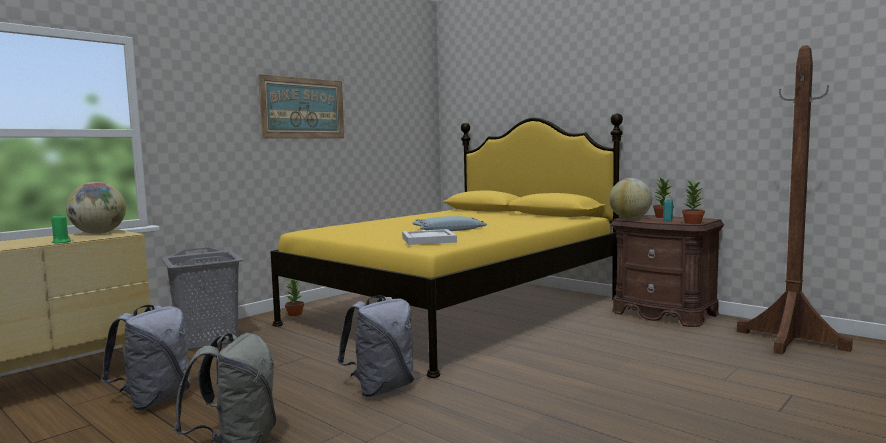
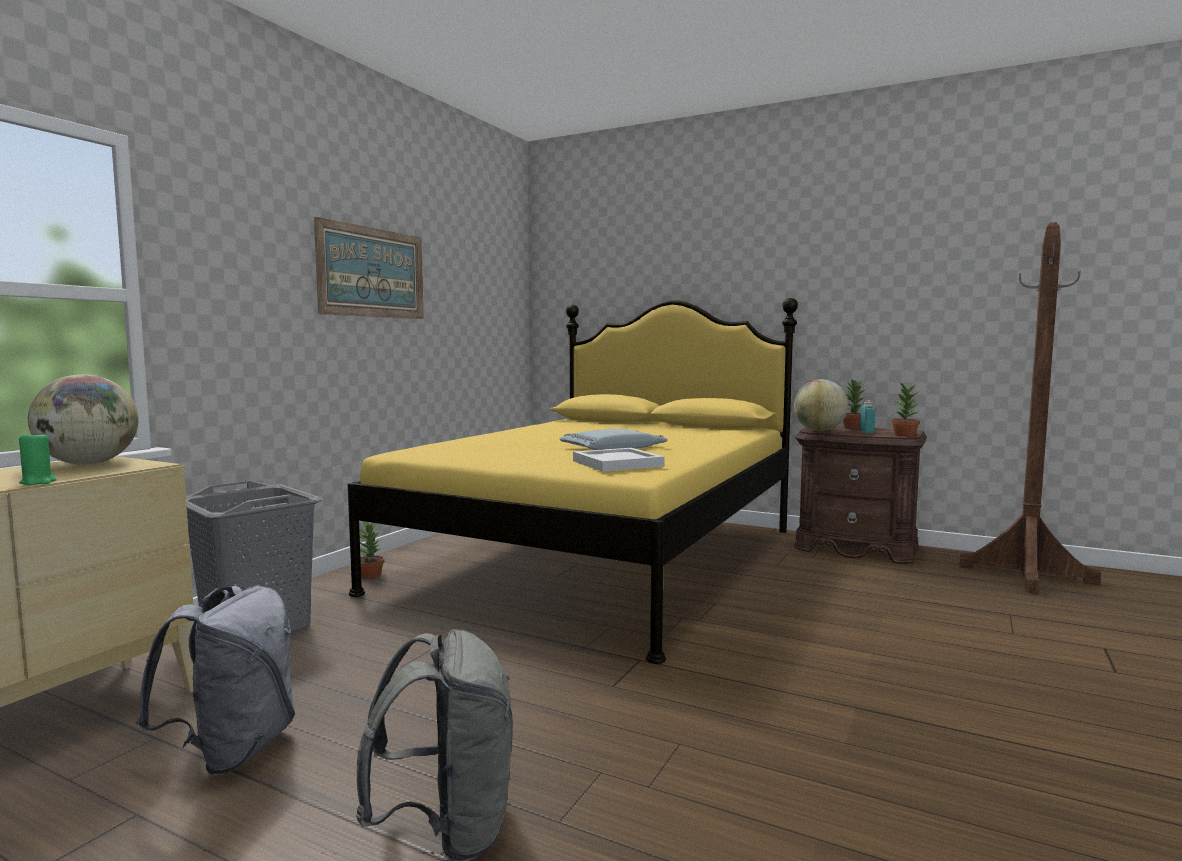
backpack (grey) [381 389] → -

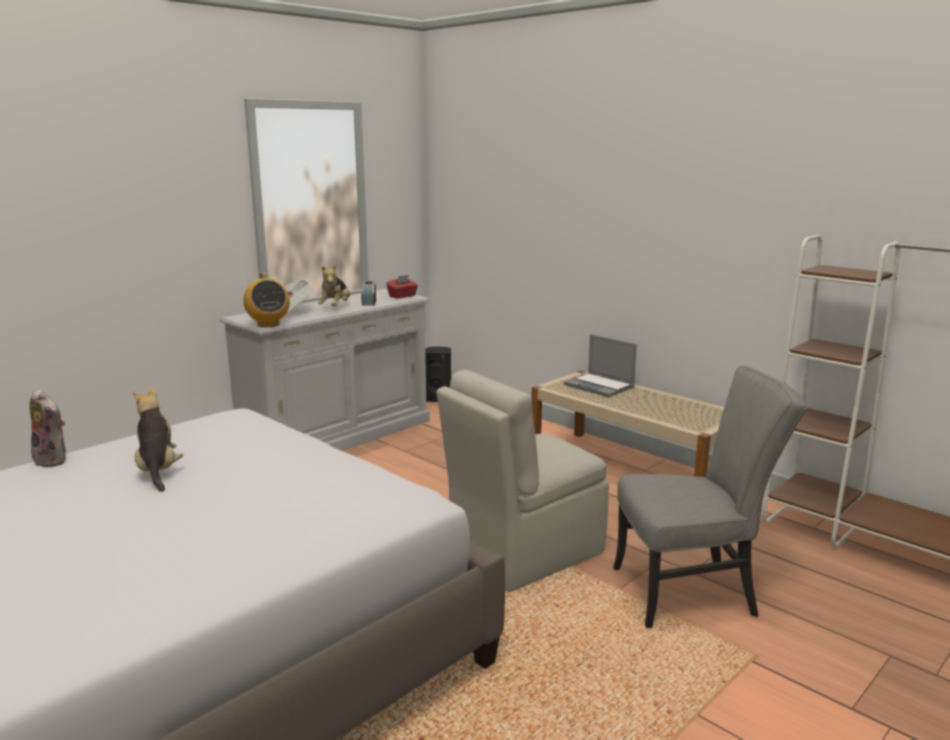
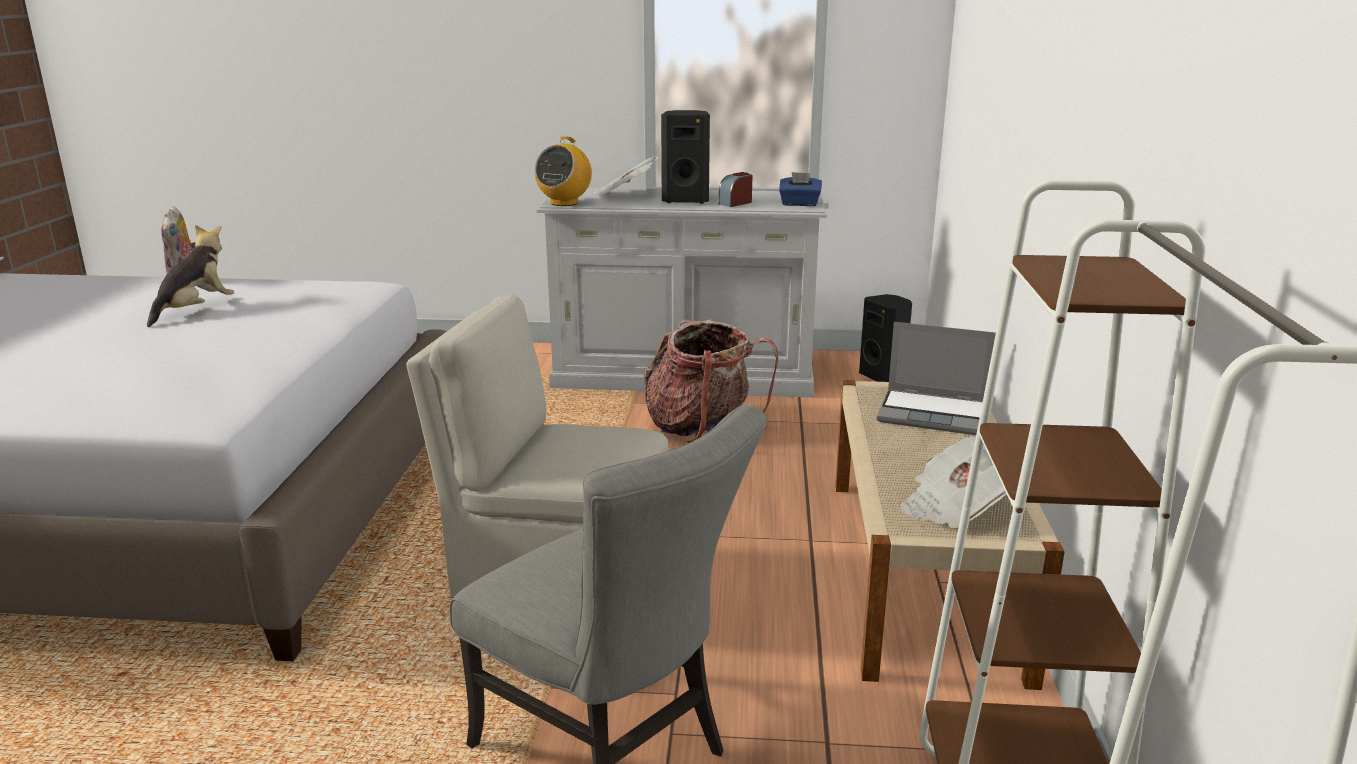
plush toy [336 307] → speaker (black) [686 200]
tissue box (red) [402 296] → tissue box (blue) [799 204]
laptop [600 386] → laptop [934 414], 75 degrees counterclockwise
- → backpack [702 427]
- → newspaper [956 507]

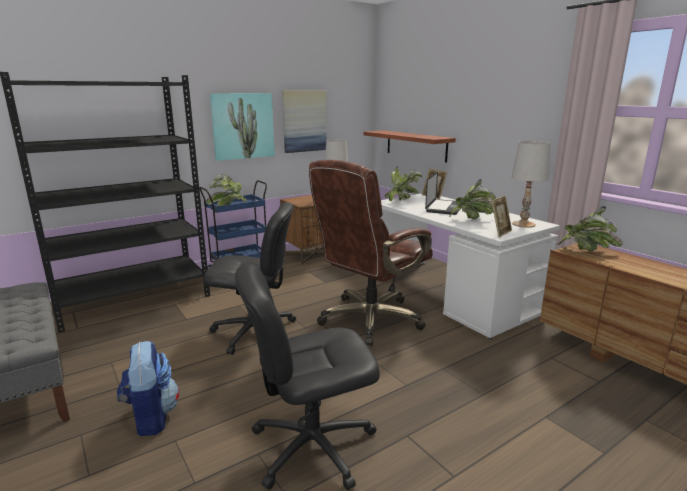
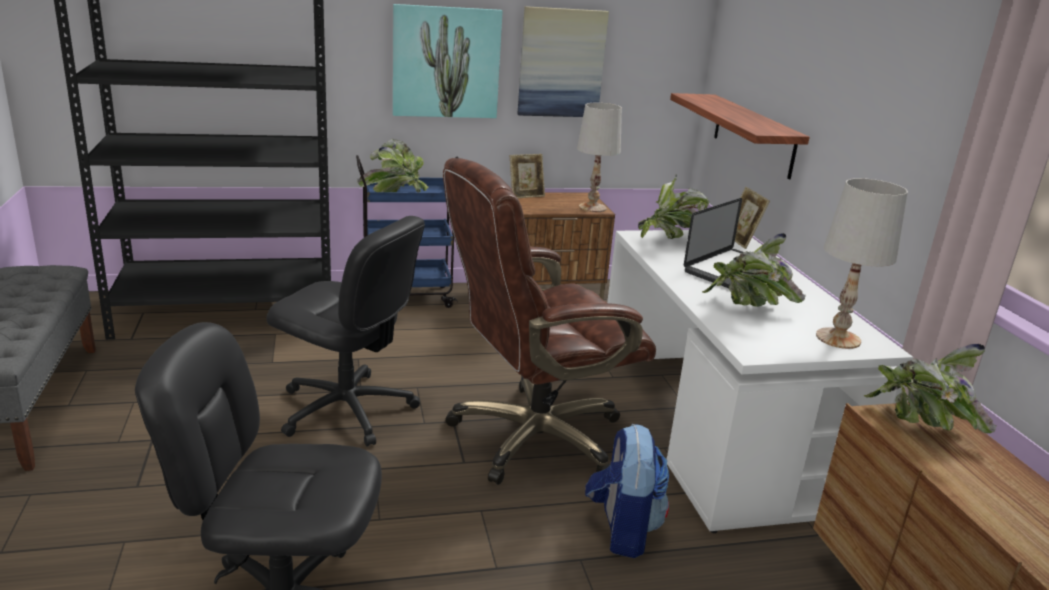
backpack [151 417] → backpack [622 530], relocated
picture frame [500 233] → picture frame [526 195], relocated

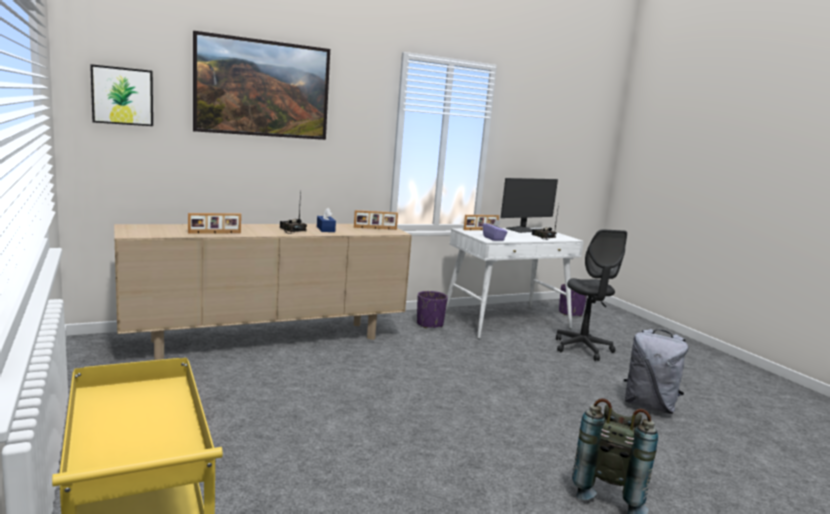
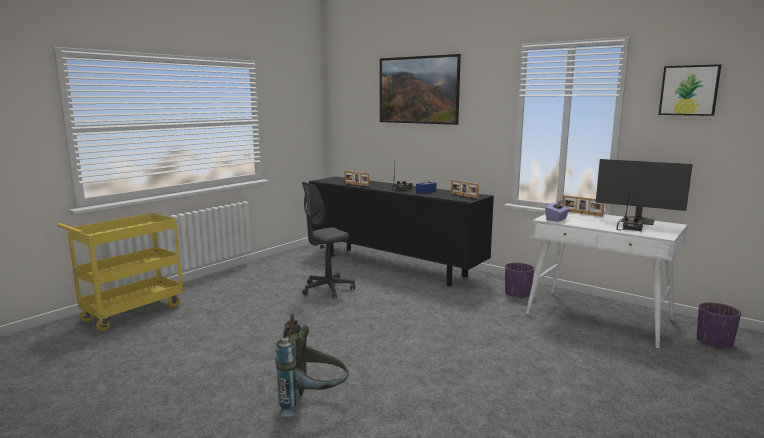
picture [122 96] → picture [689 90], relocated
cabinet (beige) [268 339] → cabinet (black) [394 265]
office chair (grey) [582 348] → office chair (grey) [327 289], relocated
backpack (grey) [649 406] → -

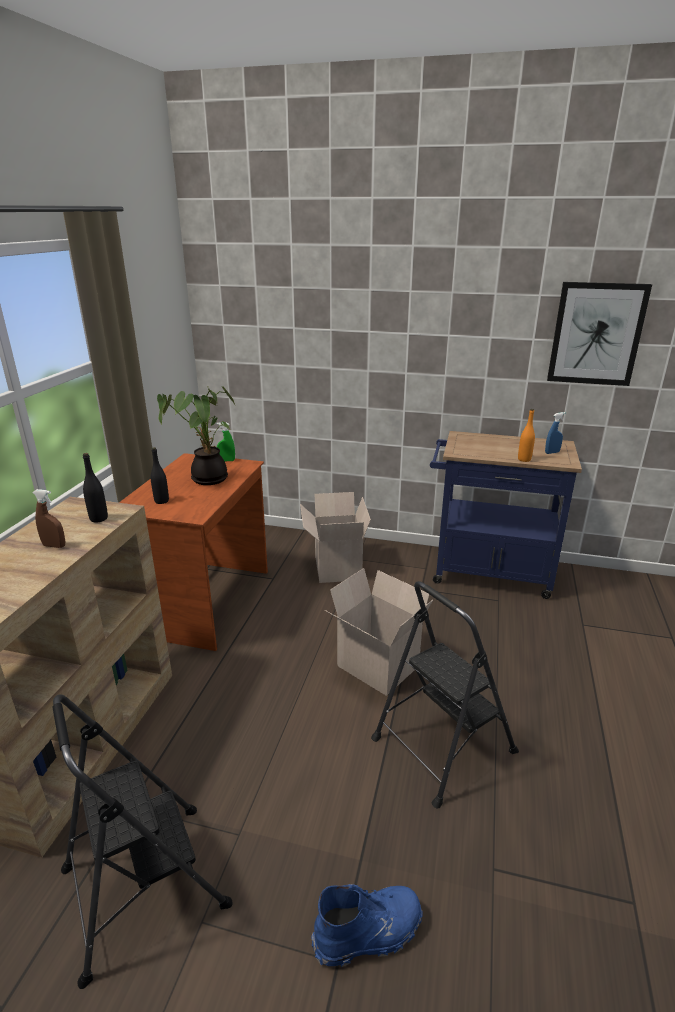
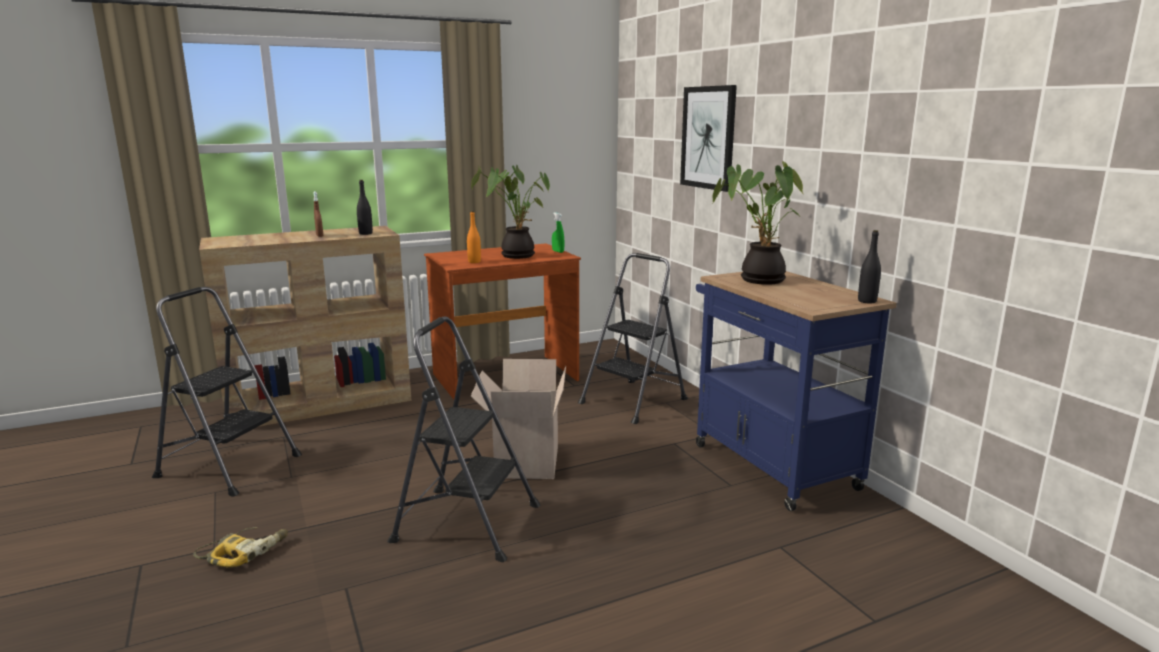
bottle (black) [161 501] → bottle (black) [867 301], relocated
cardboard box [335 567] → step ladder (black) [635 399]
boot (blue) [369 933] → power drill [244 552]
bottle (orange) [524 459] → bottle (orange) [474 262], relocated
spray bottle (blue) [552 452] → -
picture [596 334] → picture [708 138], relocated
- → potted plant [758 280]

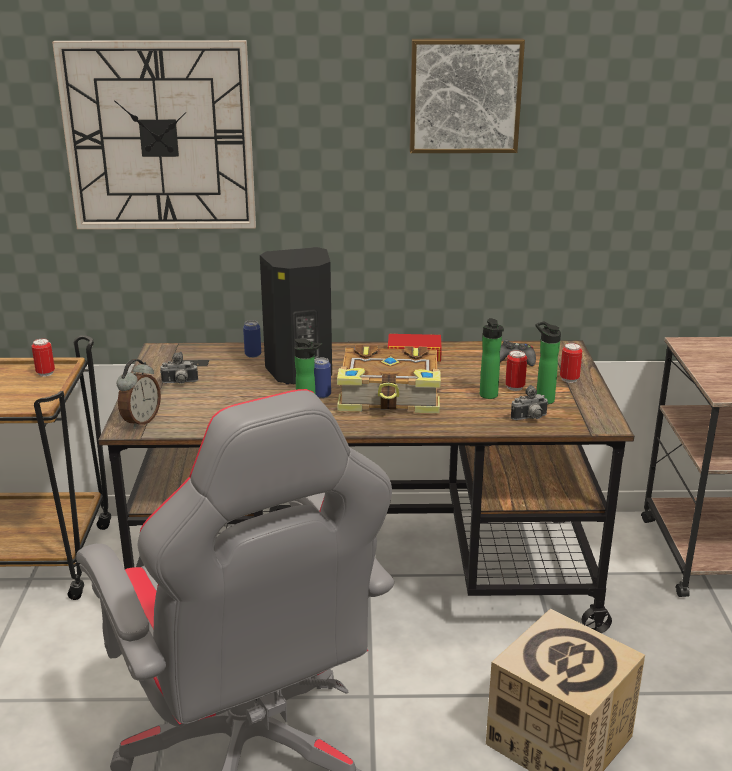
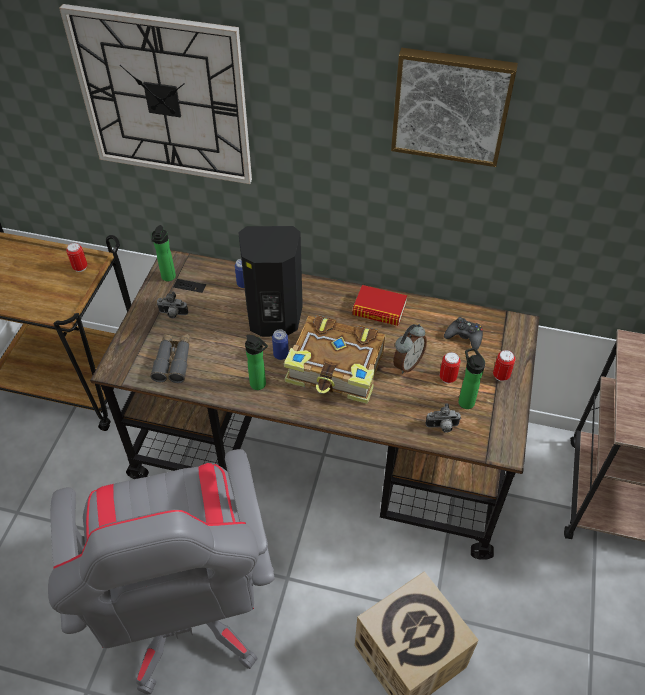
alarm clock [140 421] → alarm clock [407 363], relocated
bottle [489 396] → bottle [168 278], relocated
- → binoculars (grey) [173 361]

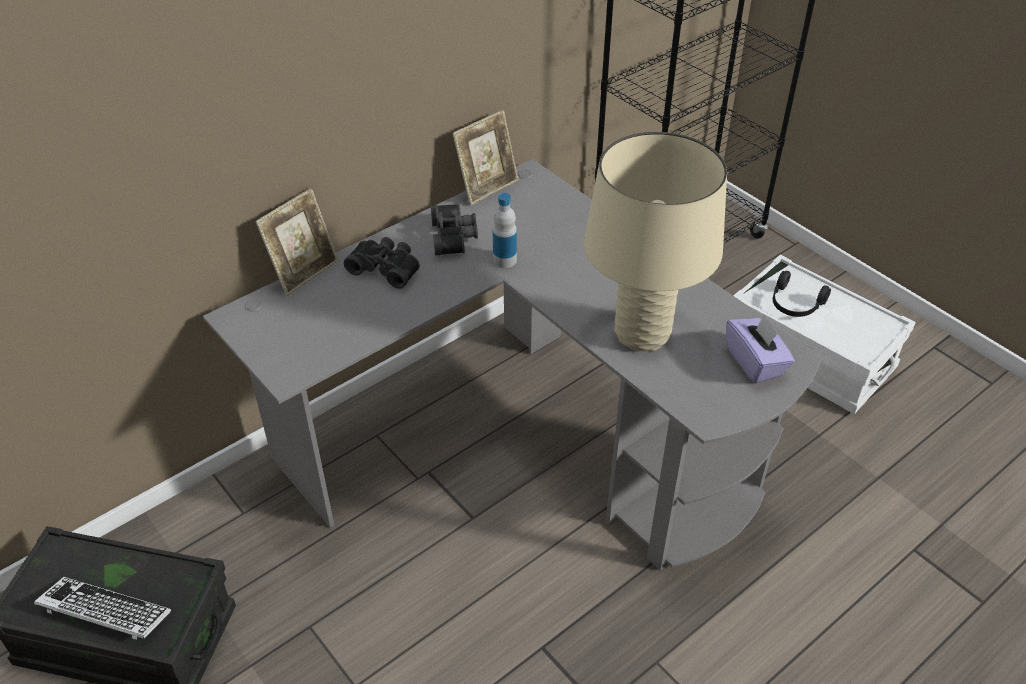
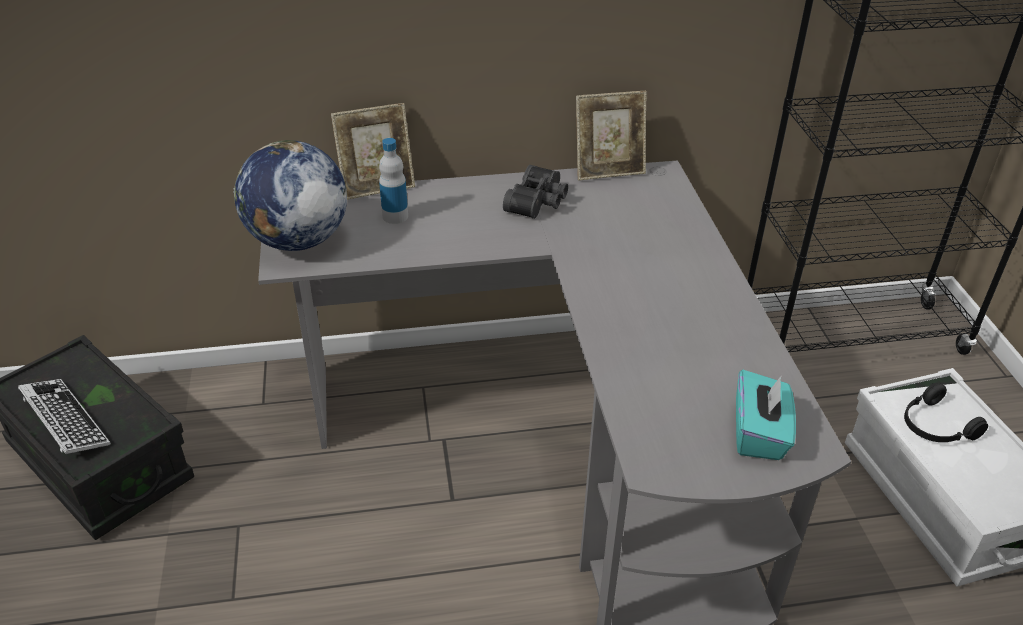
binoculars (black) [386 268] → -
bottle [504 260] → bottle [395 216], relocated
table lamp (beige) [641 334] → -
tissue box (purple) [755 362] → tissue box (turquoise) [759 434]
- → globe [297 241]

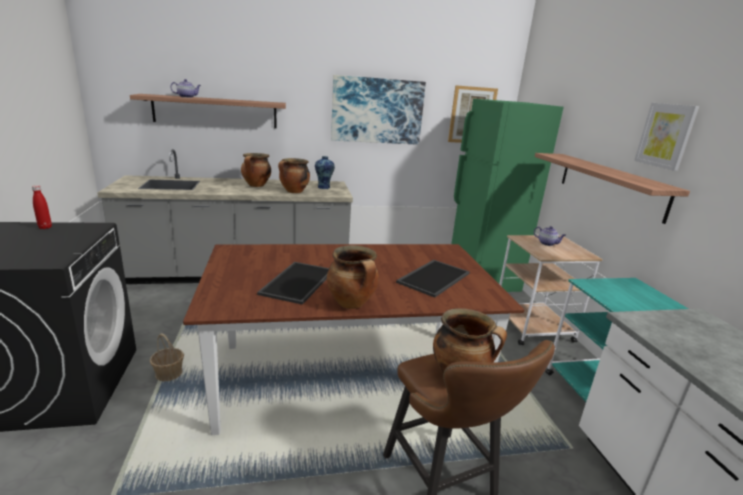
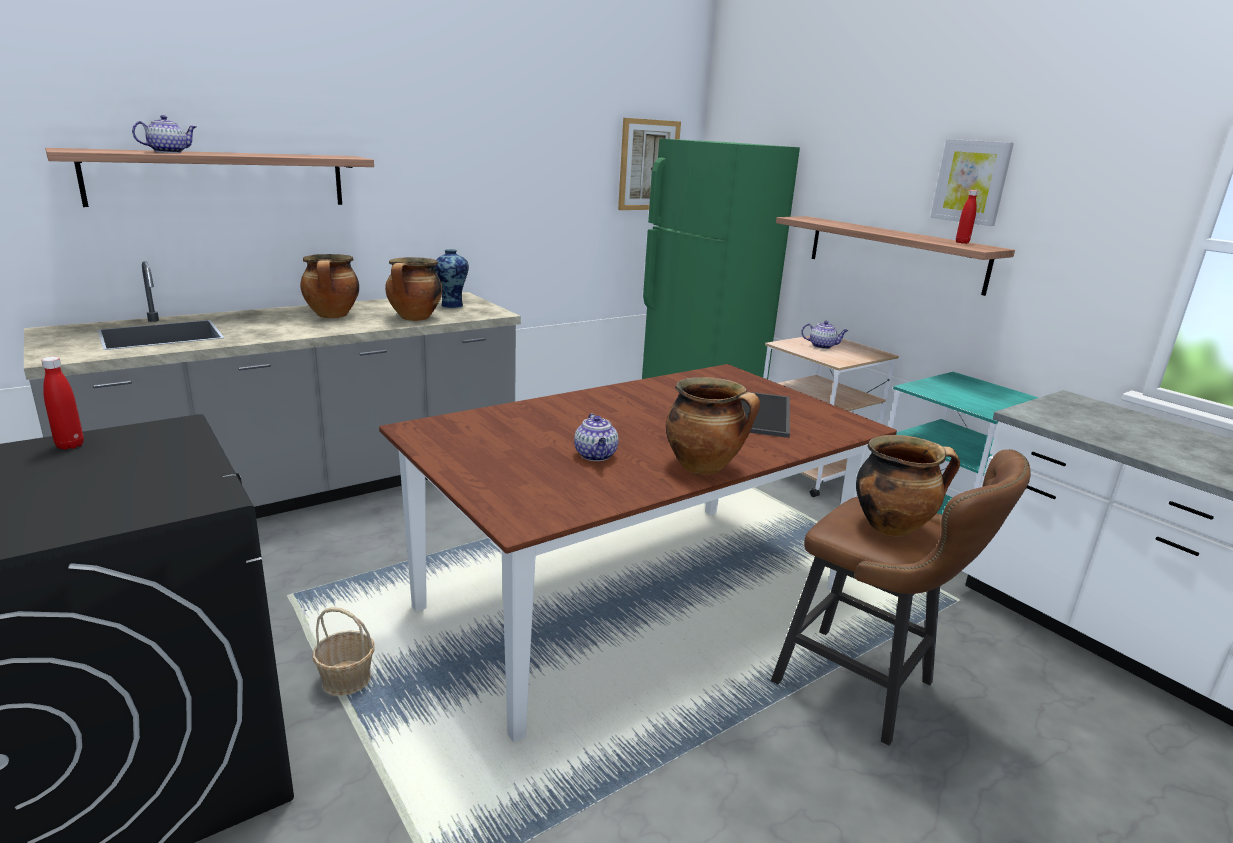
tray [299 283] → teapot [596 456]
picture [377 111] → -
- → bottle (red) [962 242]

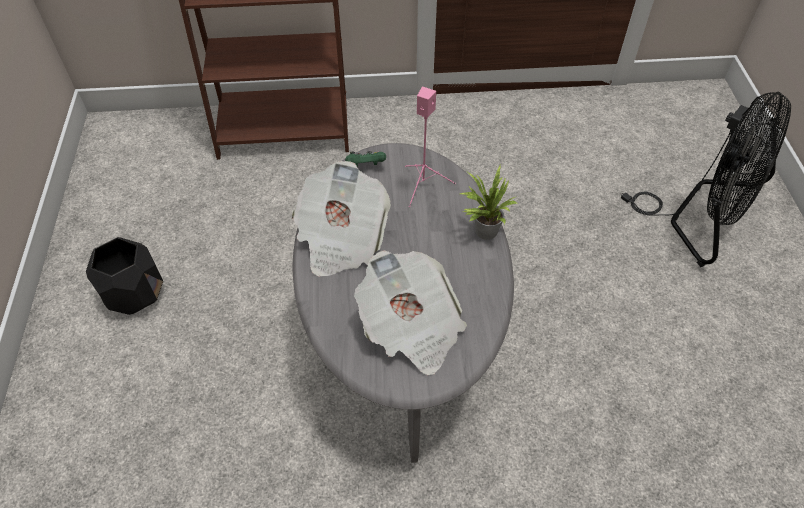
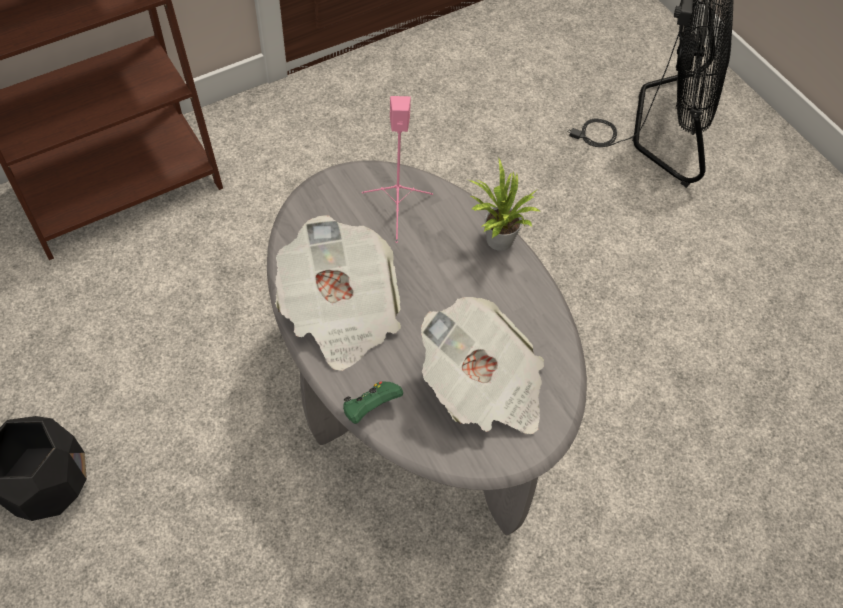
game controller (green) [365 166] → game controller (green) [370 408], relocated

